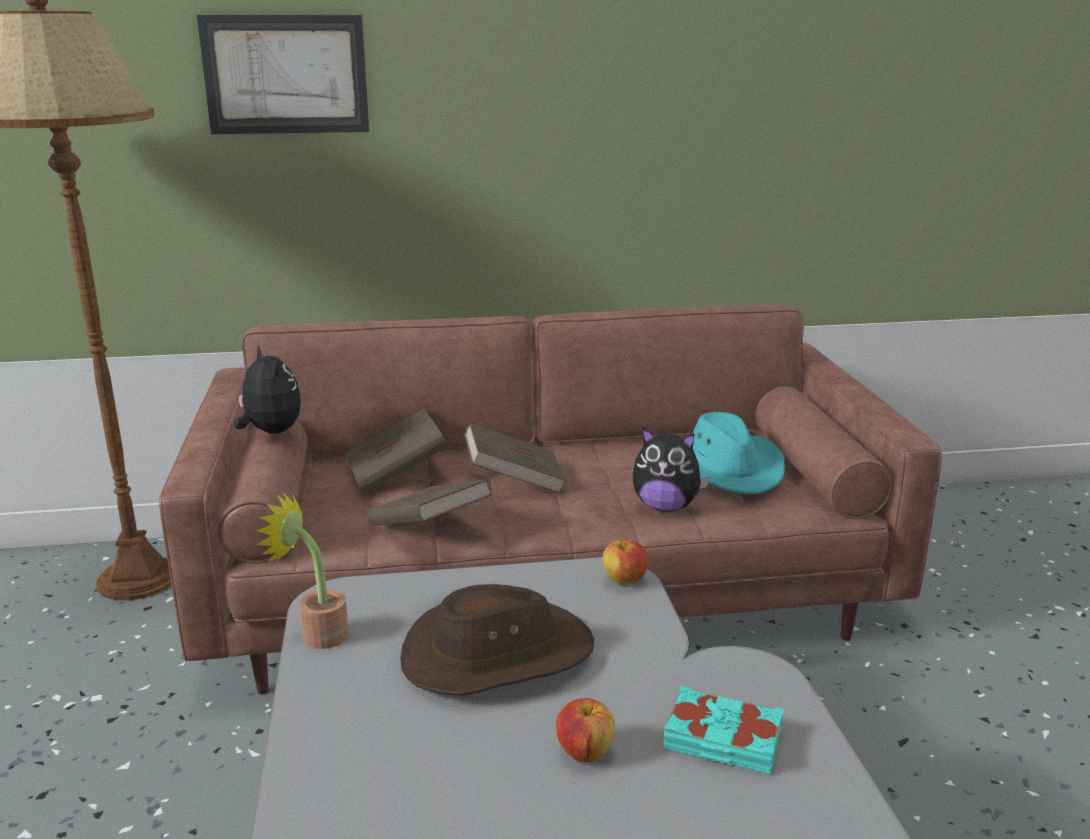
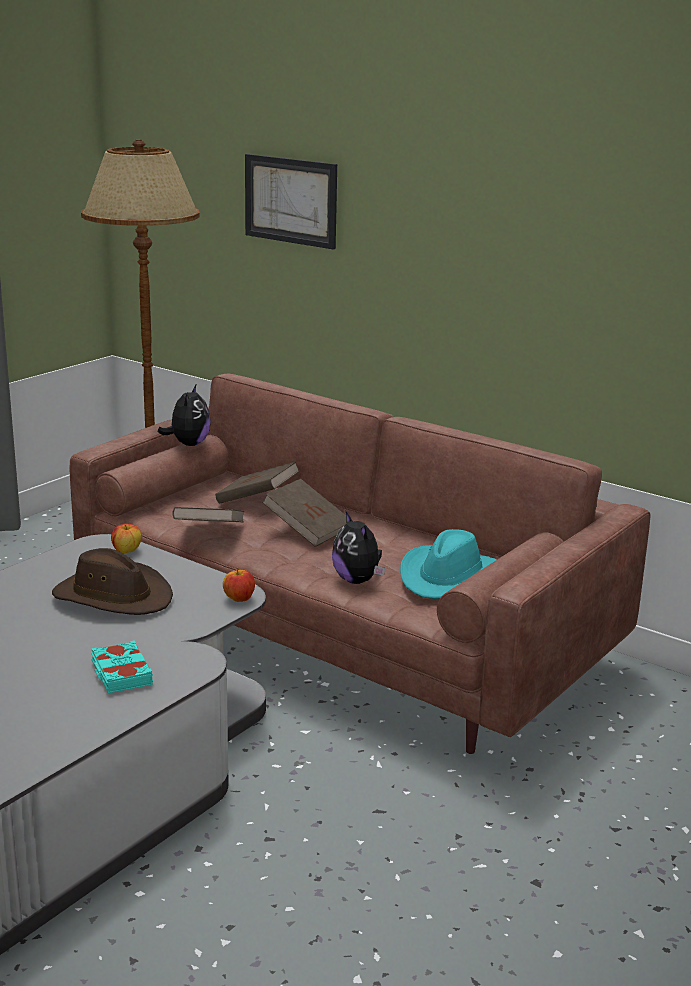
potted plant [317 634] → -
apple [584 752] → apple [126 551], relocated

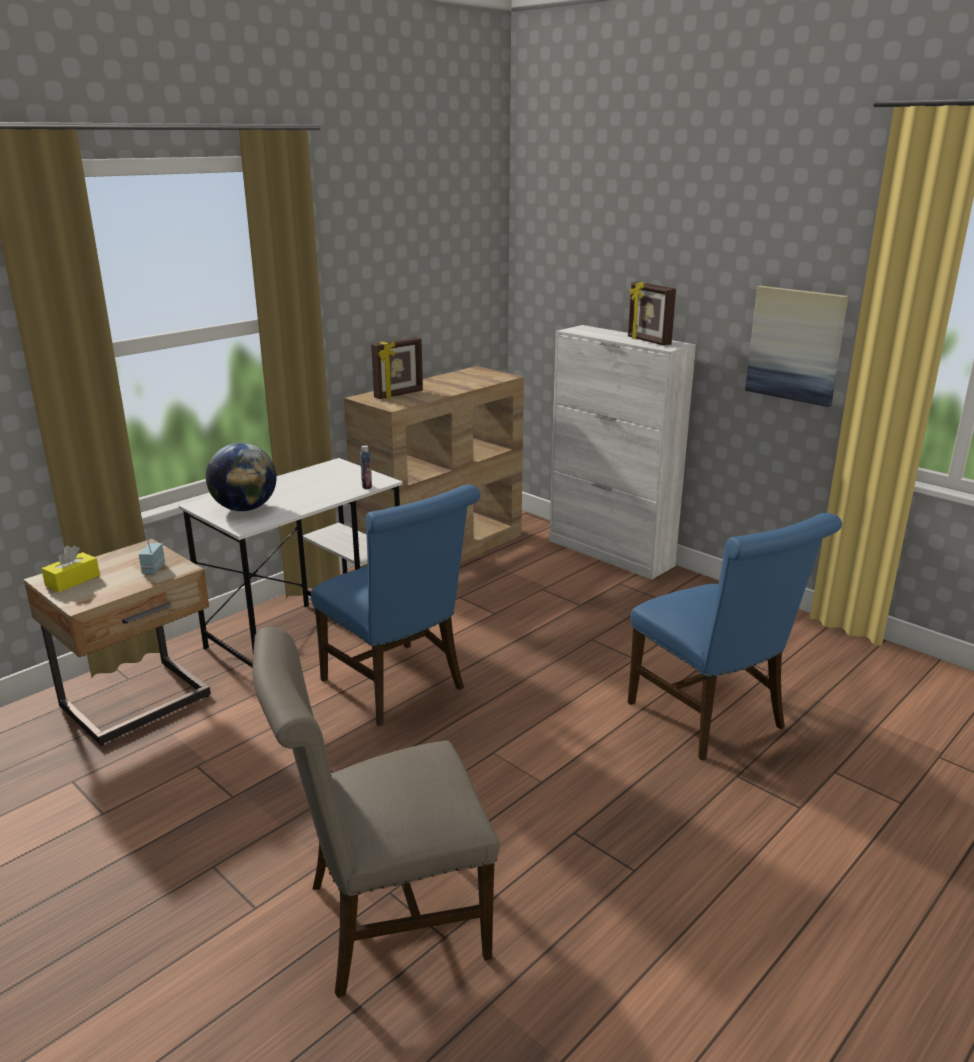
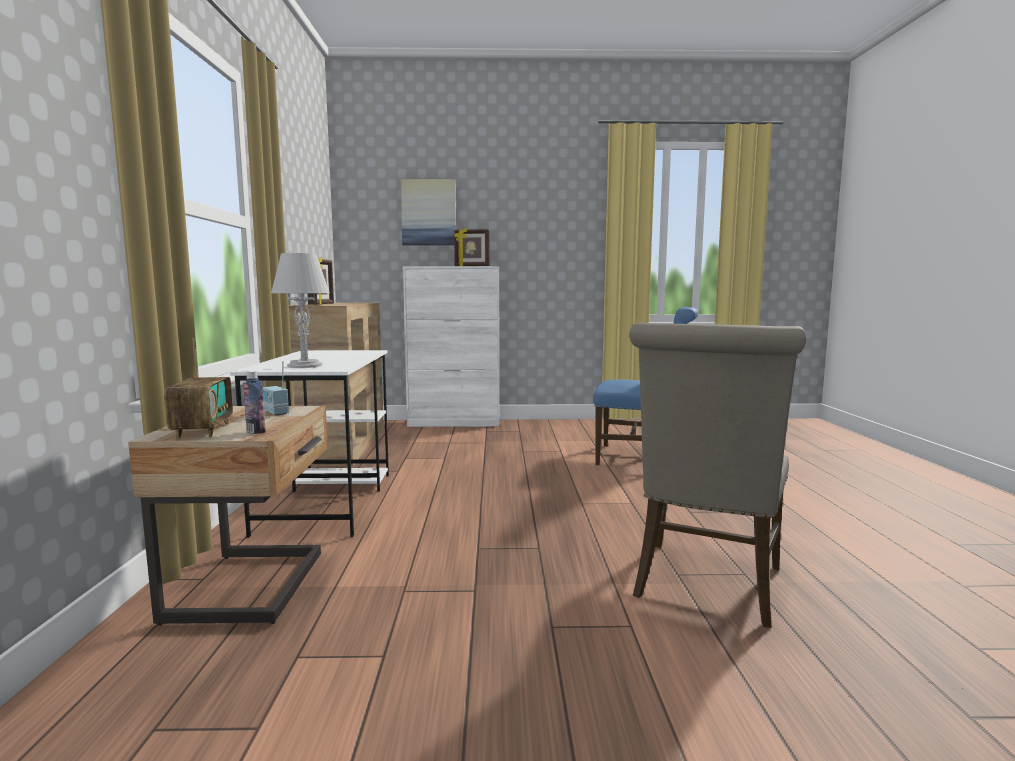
tissue box (yellow) [72 580] → radio [202 430]
globe [244 508] → table lamp (grey) [304 365]
chair (blue) [398 687] → -
bottle [367 486] → bottle [256 431], relocated
picture [796 345] → picture [429 213], relocated

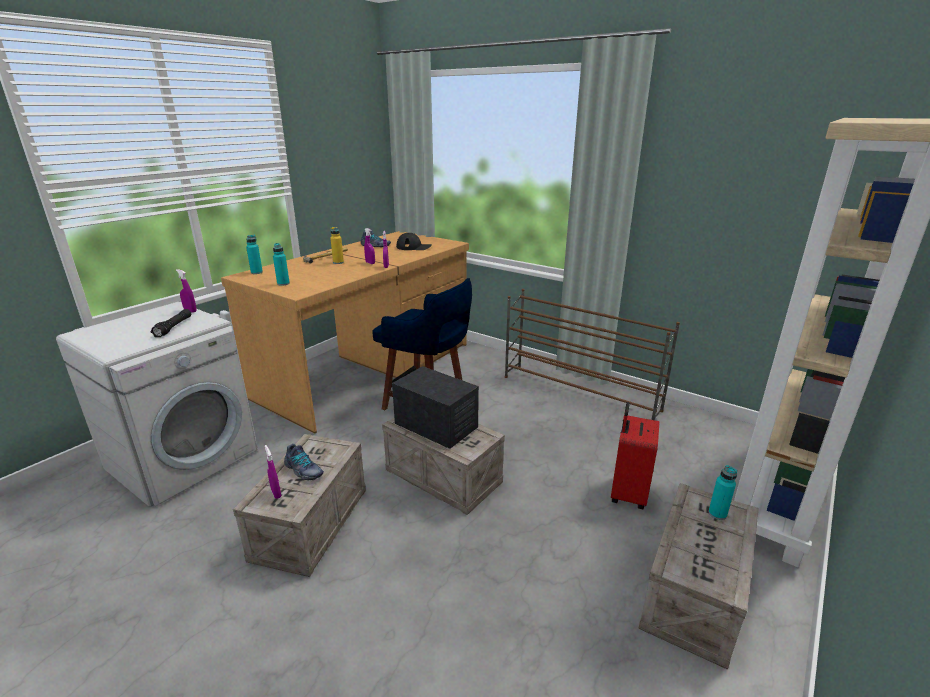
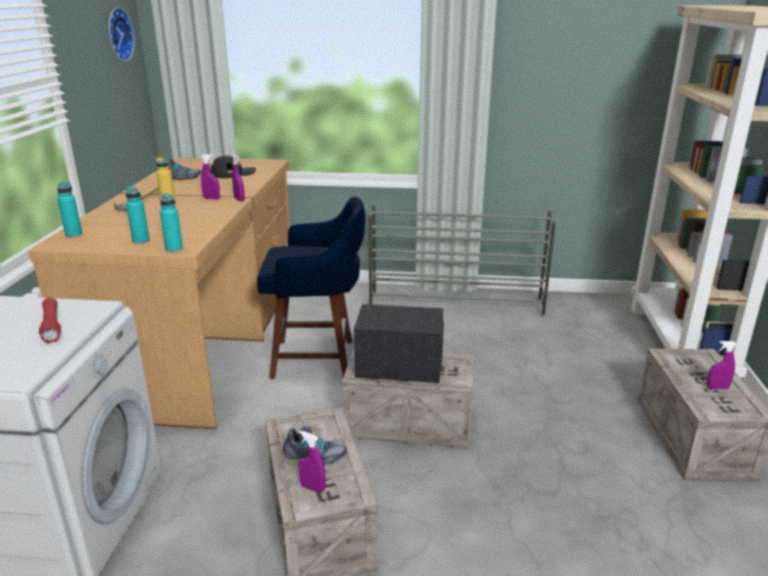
flashlight (black) [174 327] → flashlight (red) [51 326]
spray bottle (purple) [190 311] → spray bottle (purple) [717 388], relocated
shoe rack (brown) [579 393] → shoe rack (grey) [456 305]
suitcase (red) [627 493] → -
bottle (turquoise) [717 514] → bottle (turquoise) [174 249], relocated
- → wall clock [117 34]

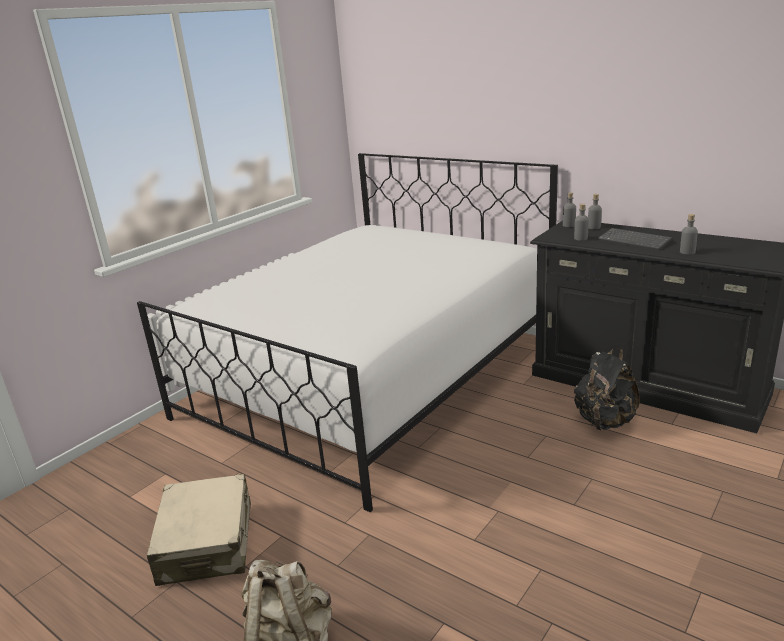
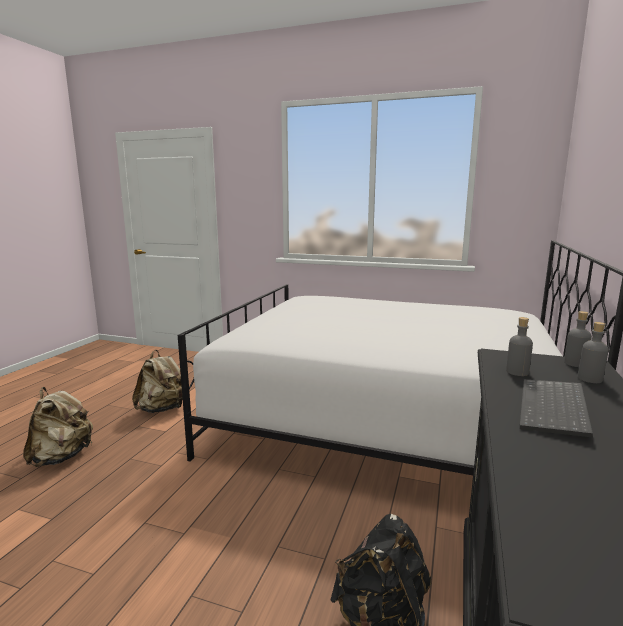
suitcase (beige) [207 543] → backpack (beige) [163 409]
bottle (grey) [687 252] → -

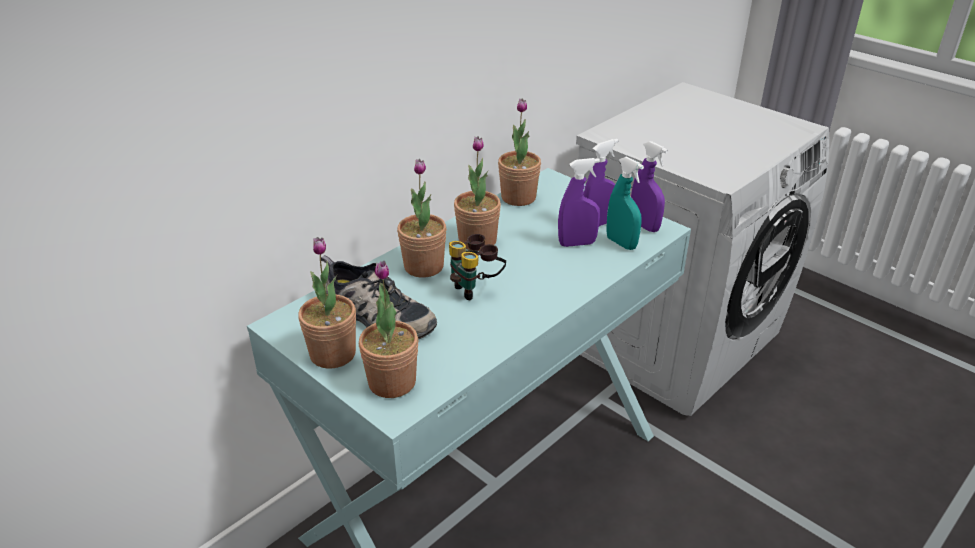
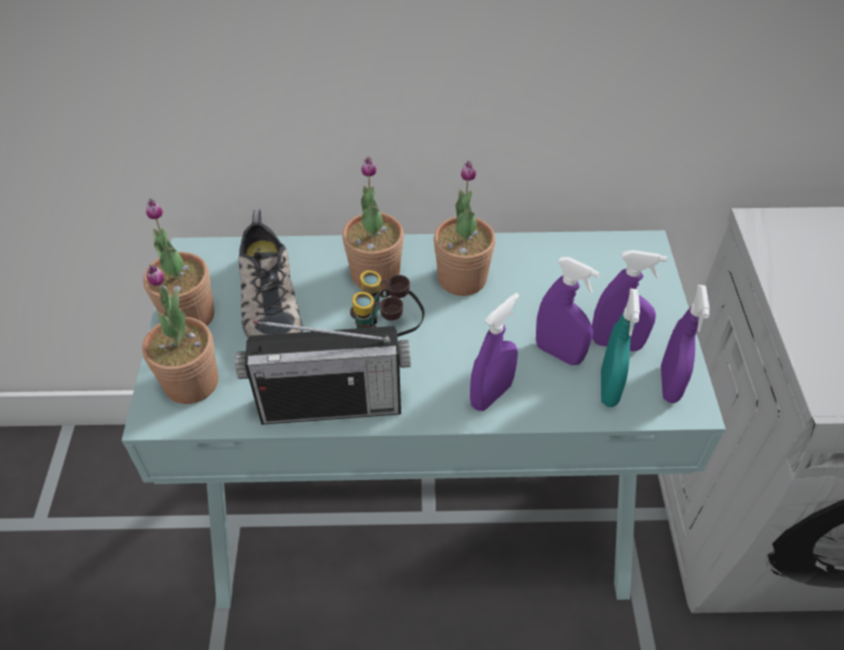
potted plant [518 197] → -
- → radio [331 405]
- → spray bottle (purple) [491 395]

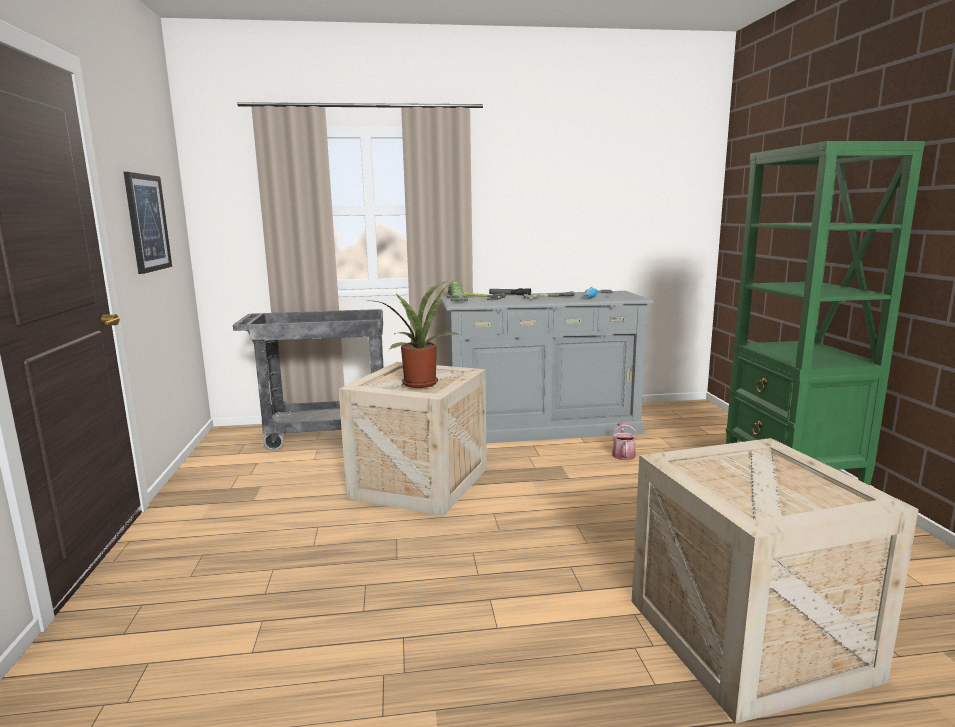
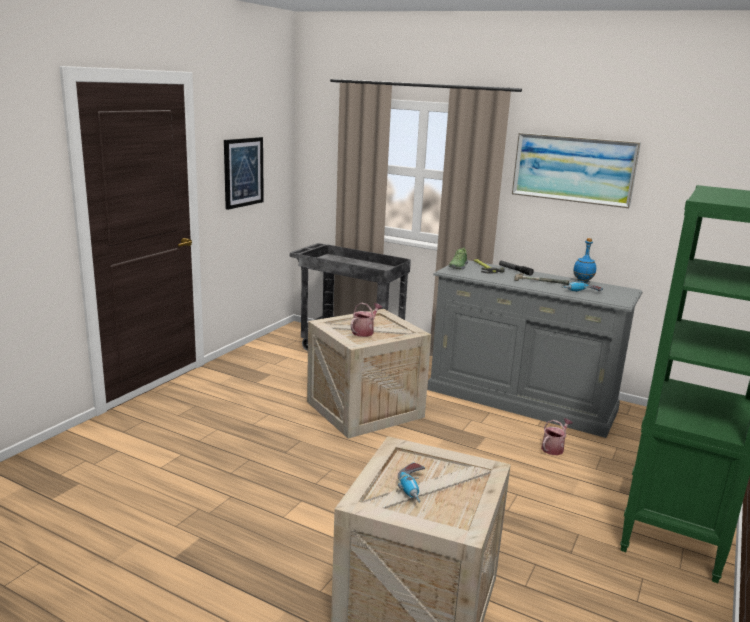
potted plant [419 382] → watering can [364 331]
- → power drill [414 489]
- → picture [573 169]
- → bottle (blue) [582 281]

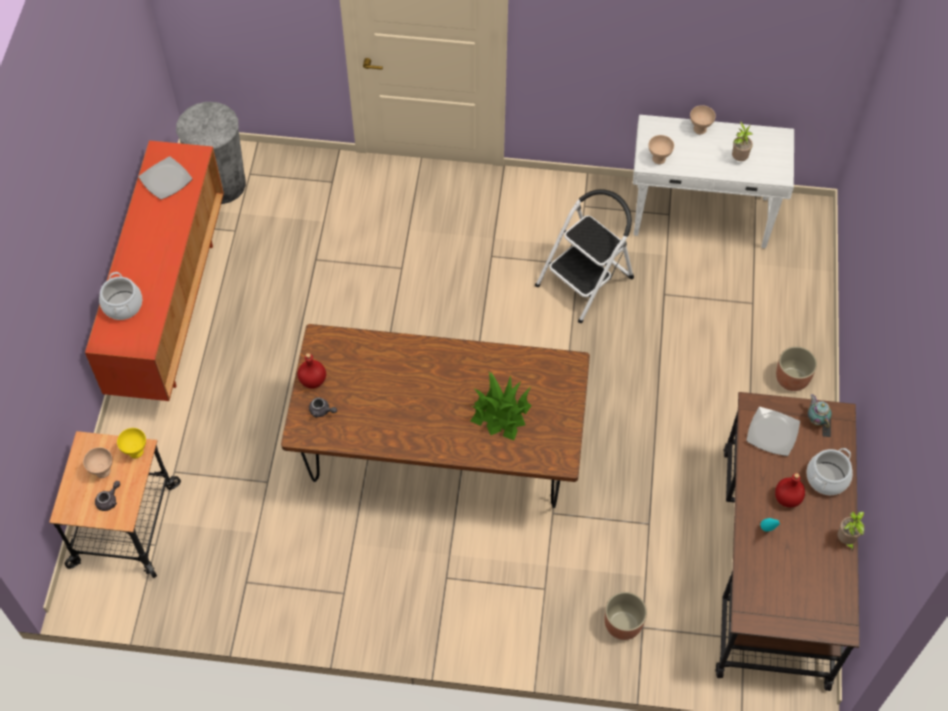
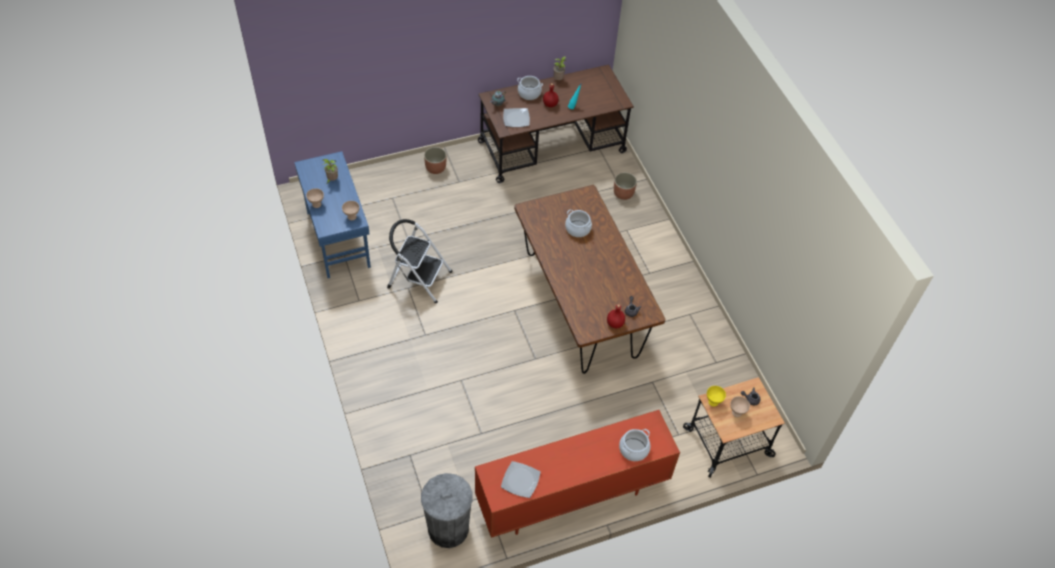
potted plant [500 413] → cooking pot [578 229]
console table (white) [701 216] → console table (blue) [337 239]

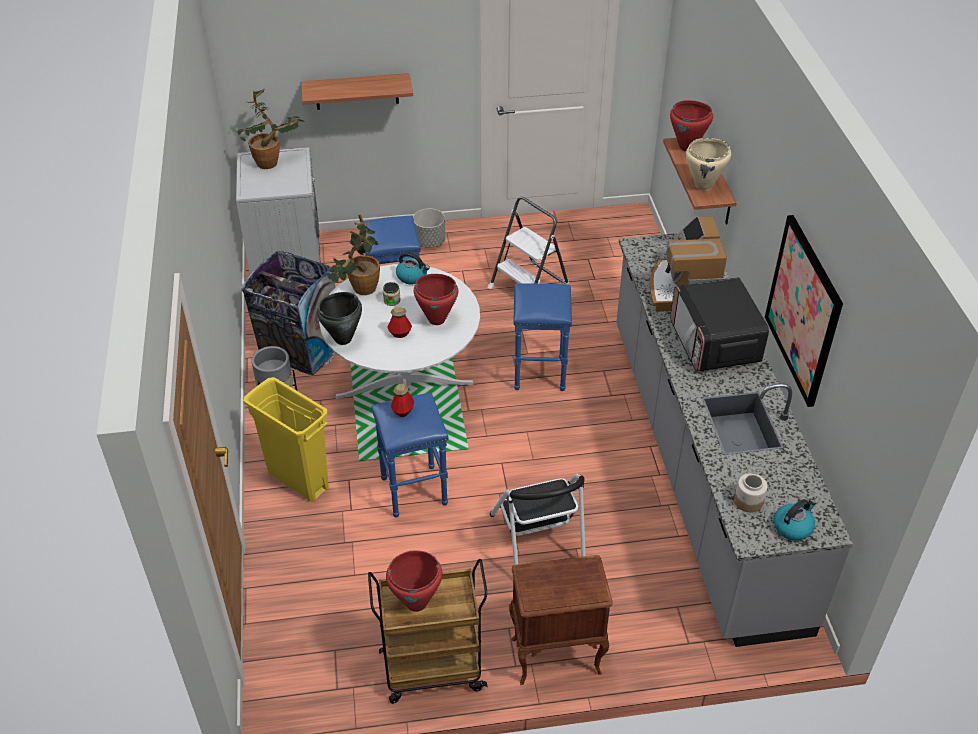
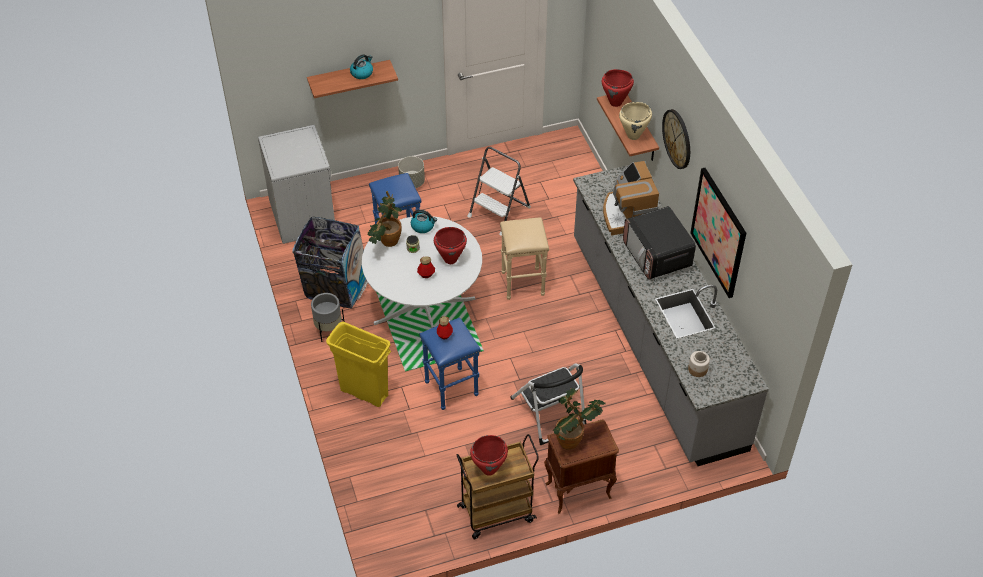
potted plant [272 163] → potted plant [573 440], relocated
cooking pot (black) [343 339] → -
stool (blue) [540 374] → stool (beige) [524 284]
kettle [793 527] → kettle [362 73], relocated
- → wall clock [677 139]

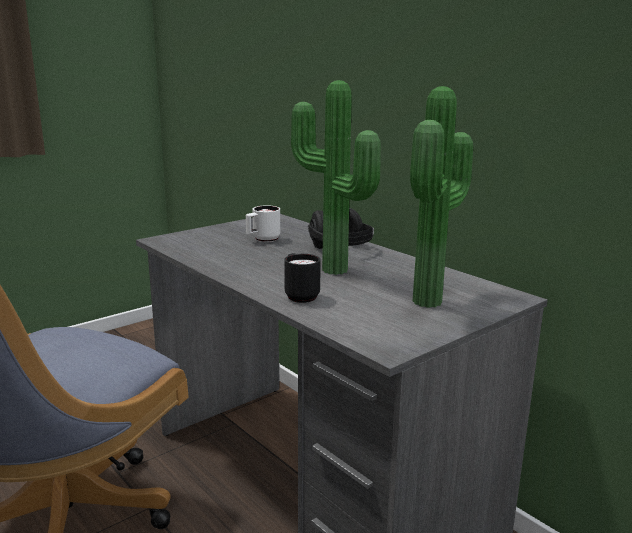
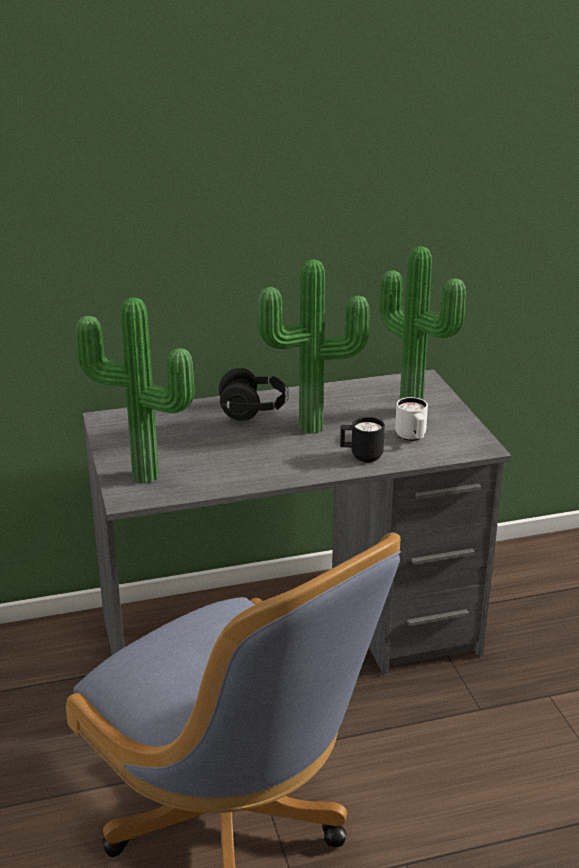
mug (white) [262 240] → mug (white) [412 438], relocated
- → potted plant [144 479]

